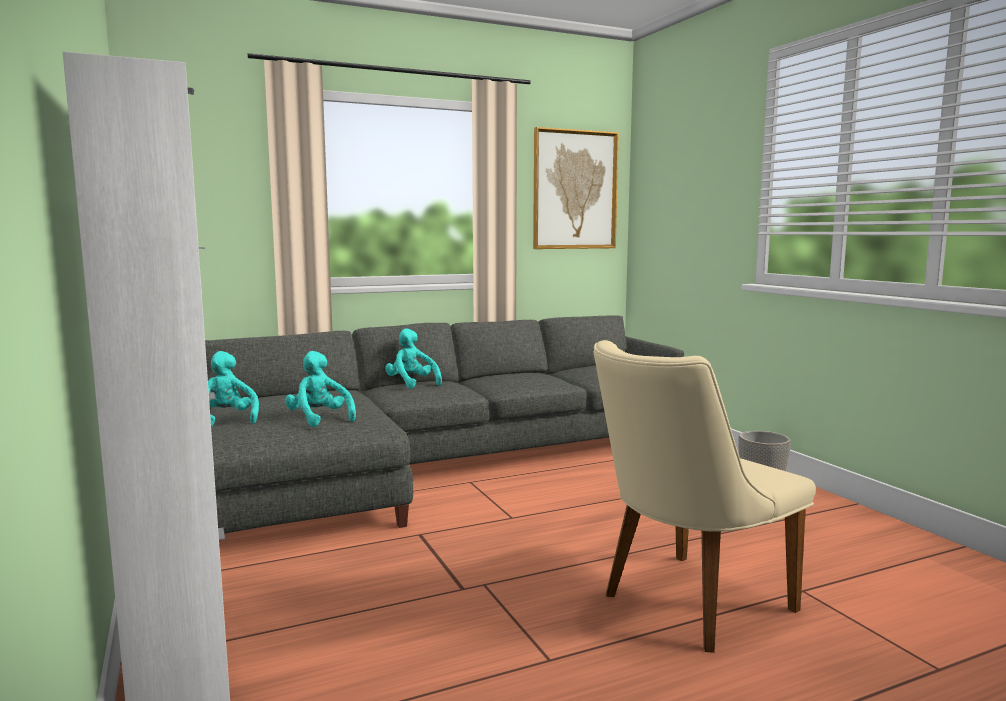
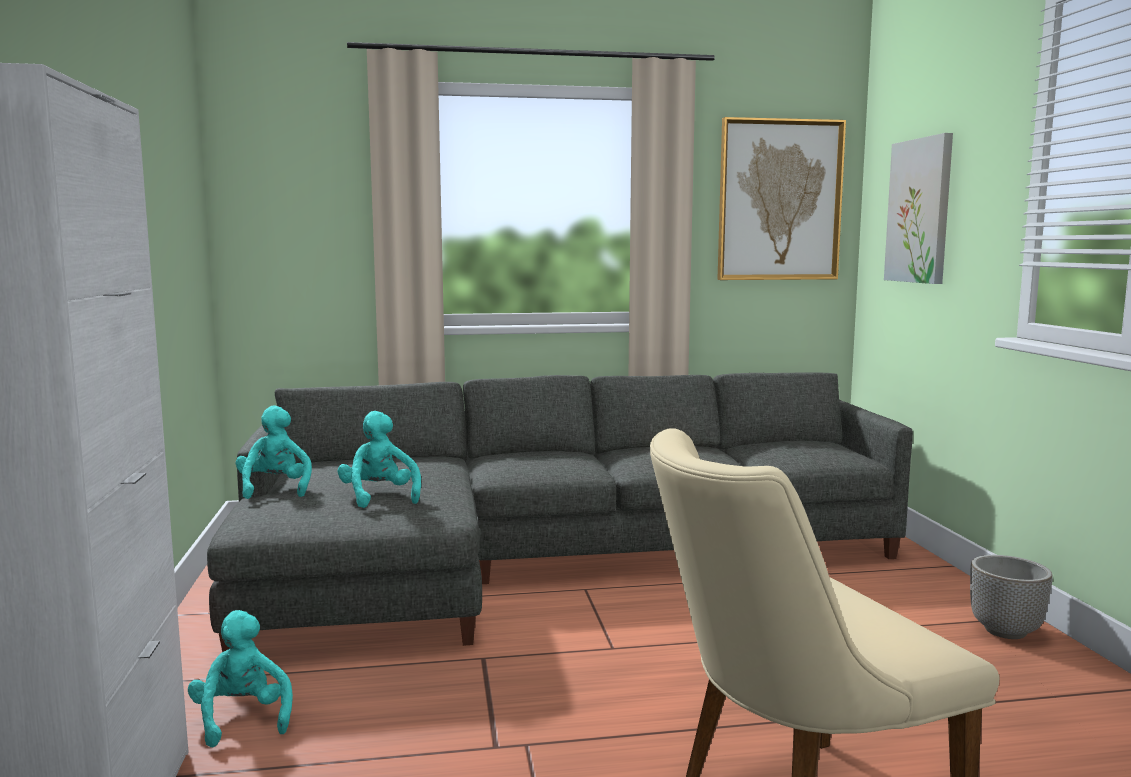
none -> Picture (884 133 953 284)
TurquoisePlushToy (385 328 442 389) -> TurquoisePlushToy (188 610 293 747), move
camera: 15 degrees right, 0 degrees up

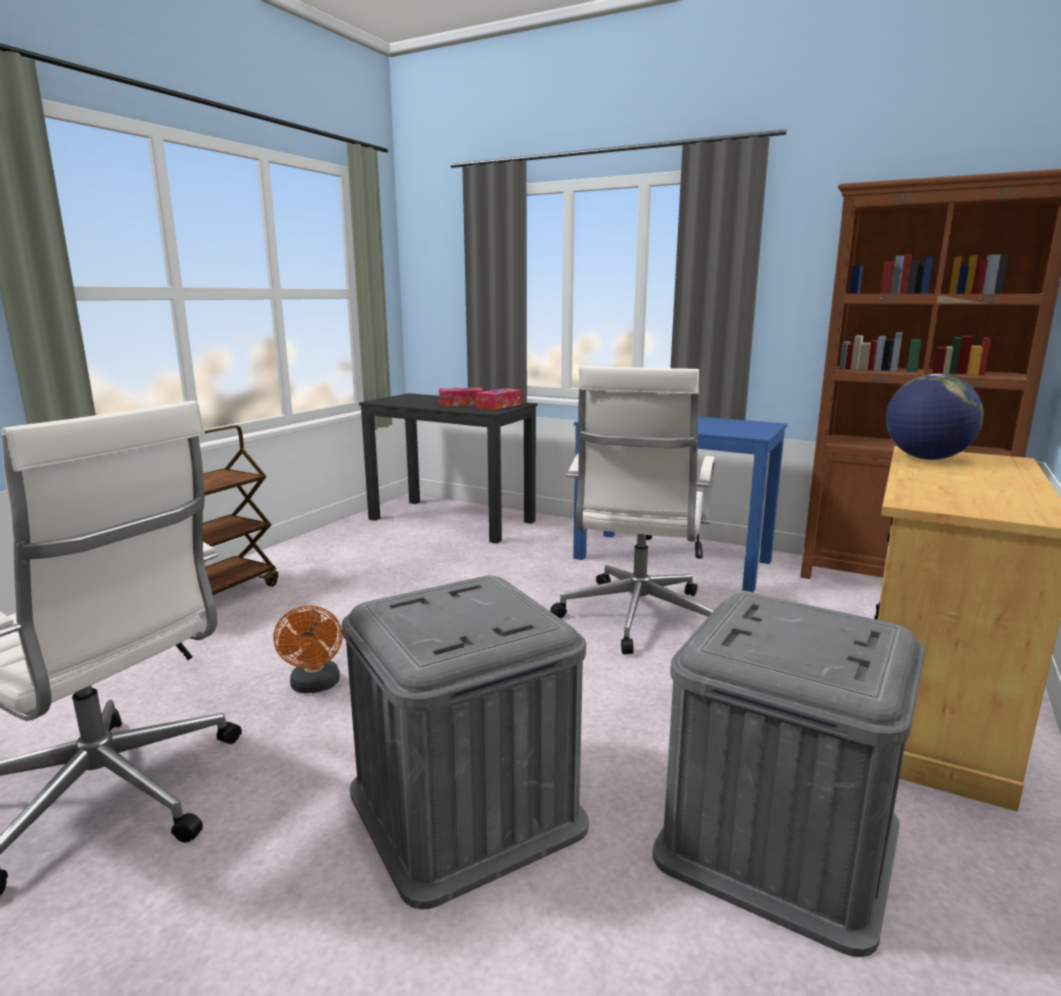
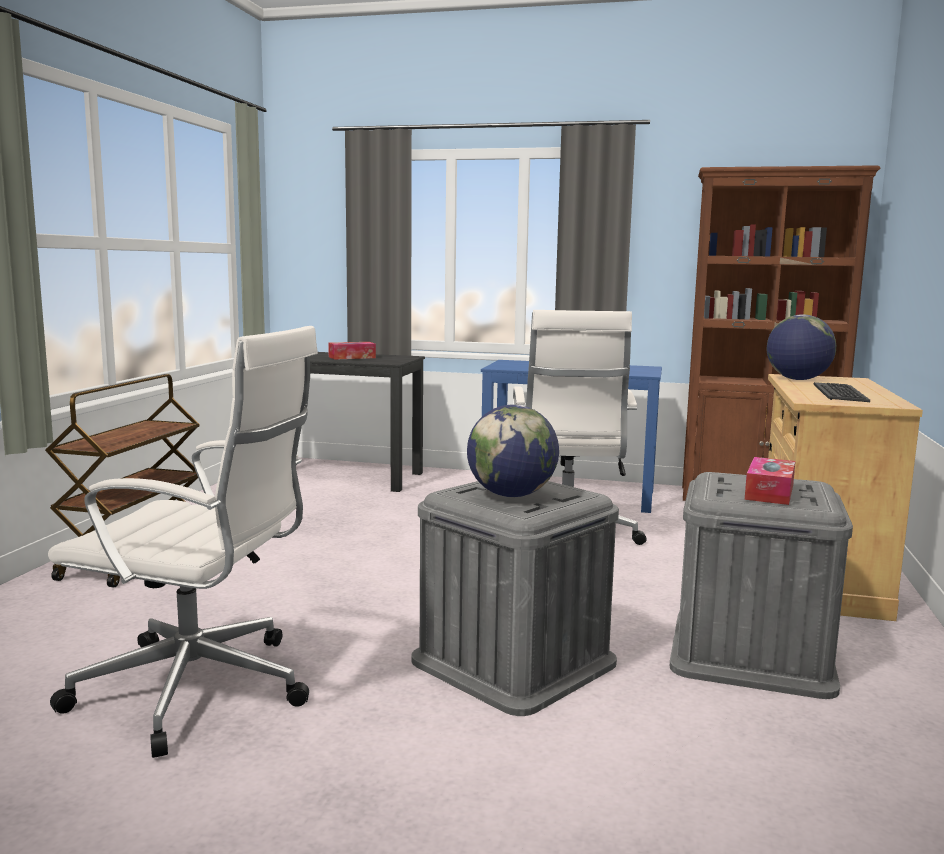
OrangeFan (273 606 343 693) -> none
none -> Globe (467 405 559 497)
none -> Keyboard (814 382 870 402)
TissueBox (476 388 522 410) -> TissueBox (745 457 795 505), move
camera: 15 degrees left, 5 degrees down

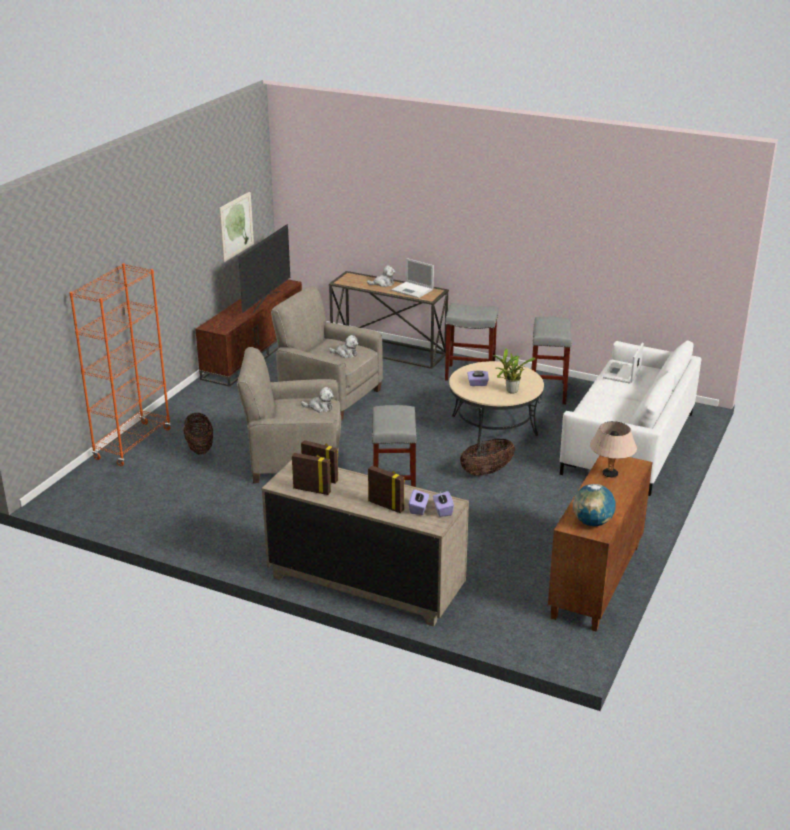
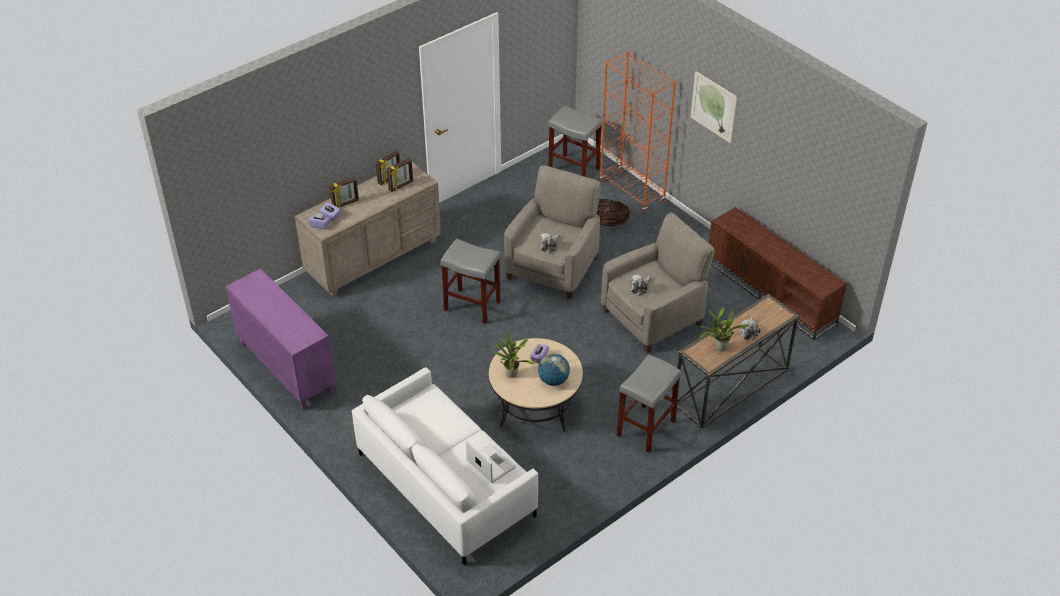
Television (238 224 290 313) -> none
Basket (460 439 515 476) -> none
BeigeTableLamp (590 421 637 477) -> none
Picture (219 192 254 262) -> Picture (691 71 737 143), move
GreyStool (531 316 571 405) -> GreyStool (548 105 602 177), move
Globe (573 484 616 526) -> Globe (538 354 570 386), move
Laptop (391 258 434 298) -> PottedPlant (699 308 750 351)
BrownCabinet (548 456 652 632) -> PurpleCabinet (225 269 336 410)
camera: 115 degrees right, 15 degrees up

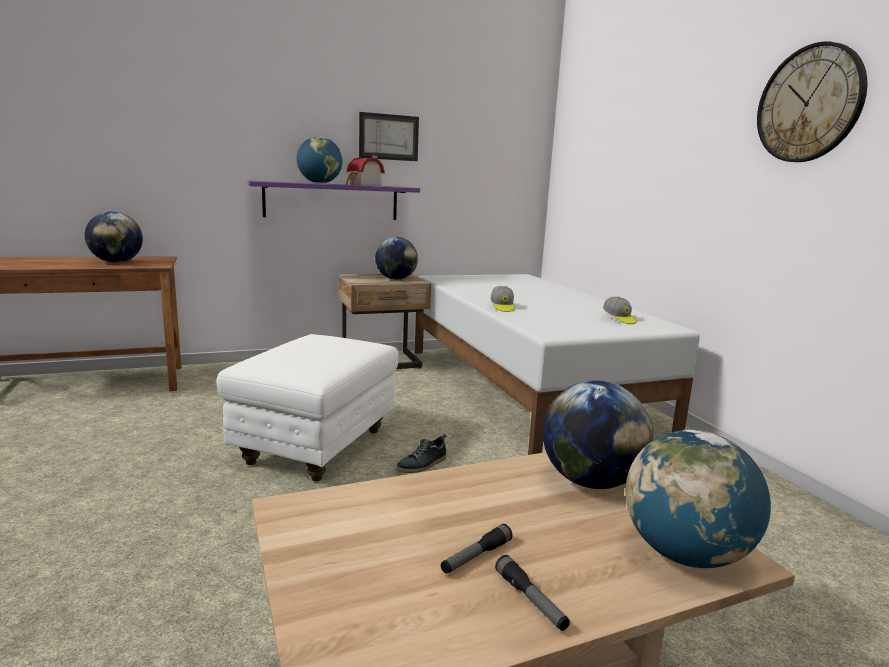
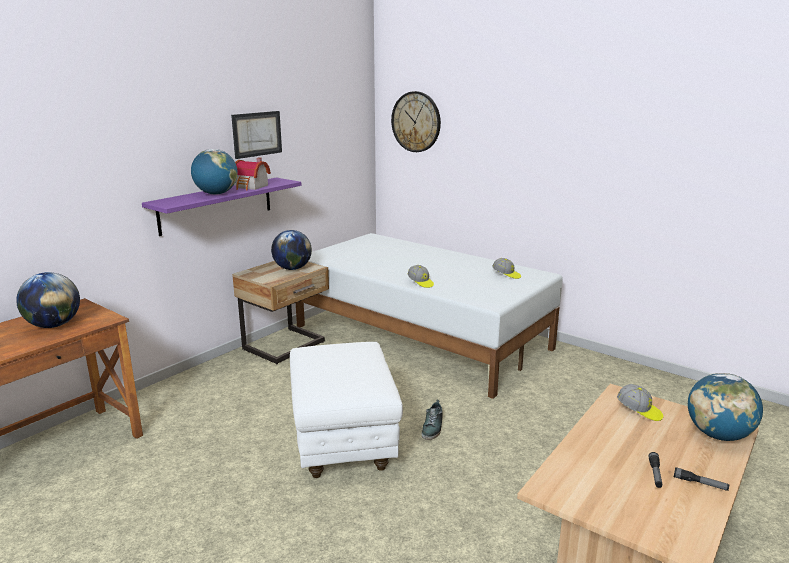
WallClock (757 42 867 162) -> WallClock (391 91 441 152), move
Globe (543 380 653 489) -> Cap (617 384 663 421)
camera: 30 degrees left, 5 degrees up

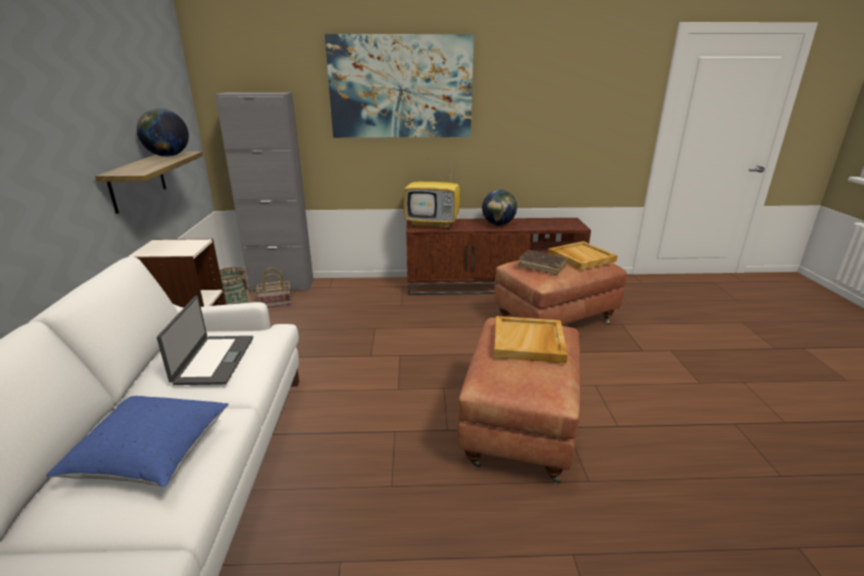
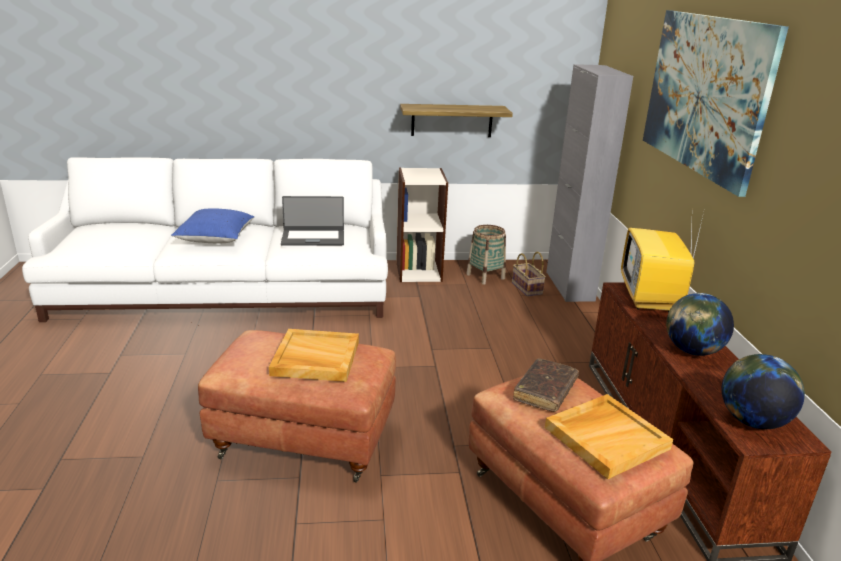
Globe (137 108 189 157) -> Globe (722 354 805 429), move
camera: 85 degrees right, 0 degrees up

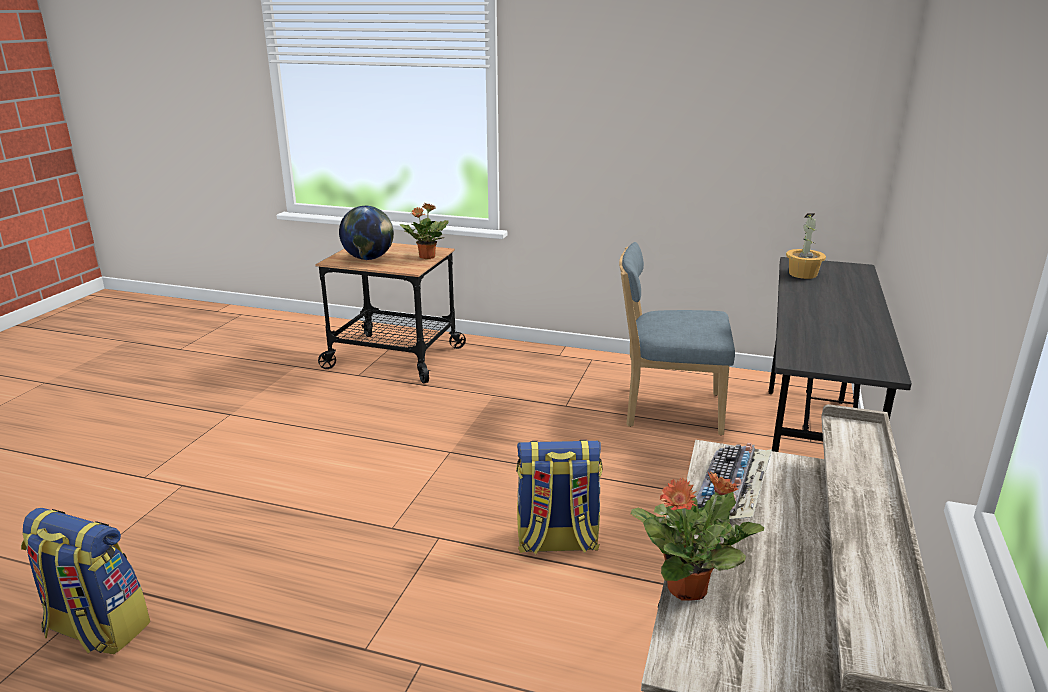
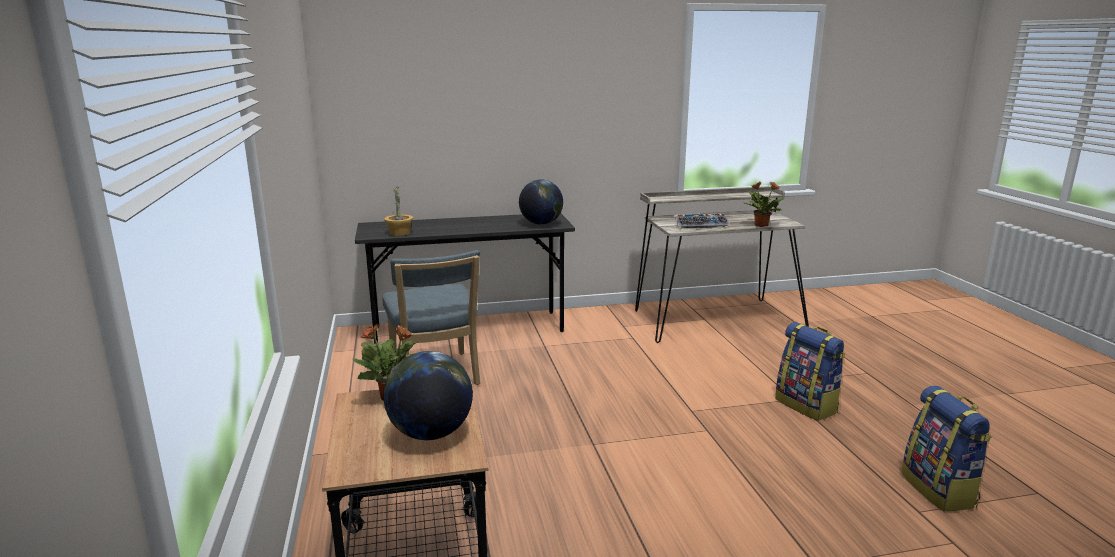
none -> Globe (519 179 563 225)
Backpack (516 440 603 554) -> Backpack (775 322 845 421), move
camera: 120 degrees left, 5 degrees down

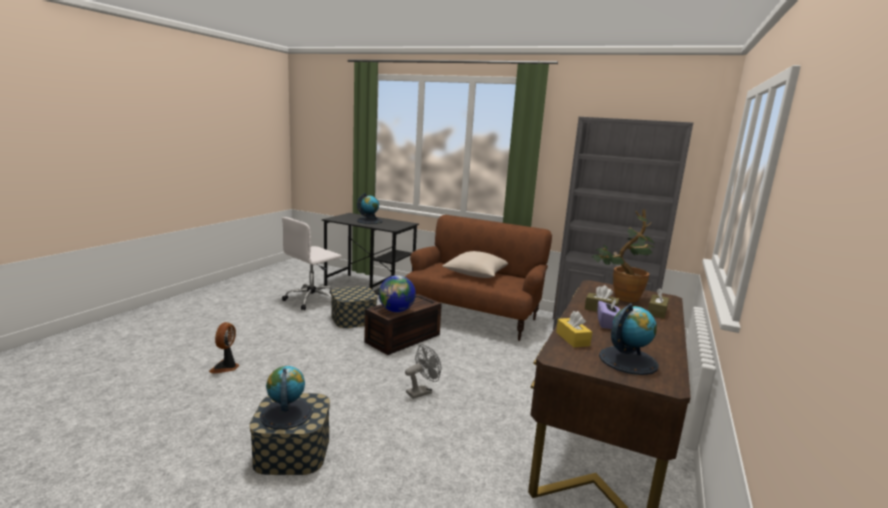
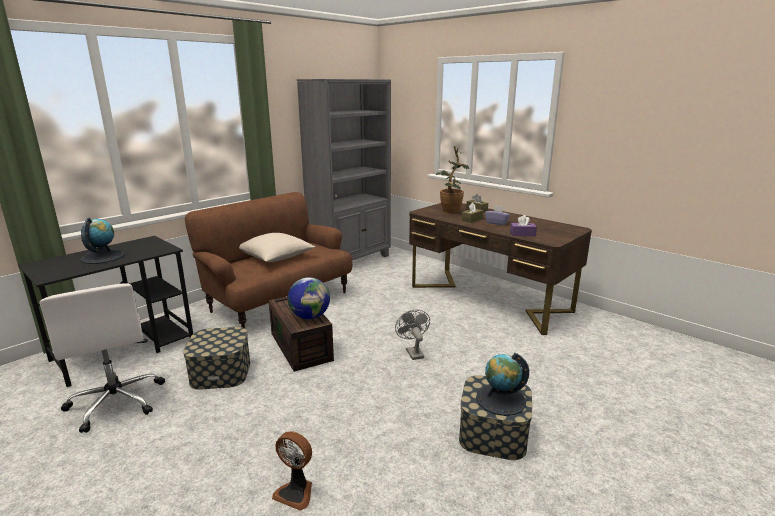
Globe (599 303 659 375) -> none
YellowTissueBox (556 311 592 347) -> PurpleTissueBox (510 215 537 236)
camera: 70 degrees left, 5 degrees up

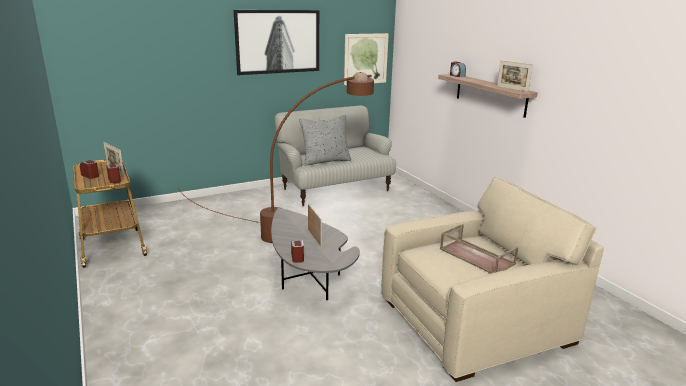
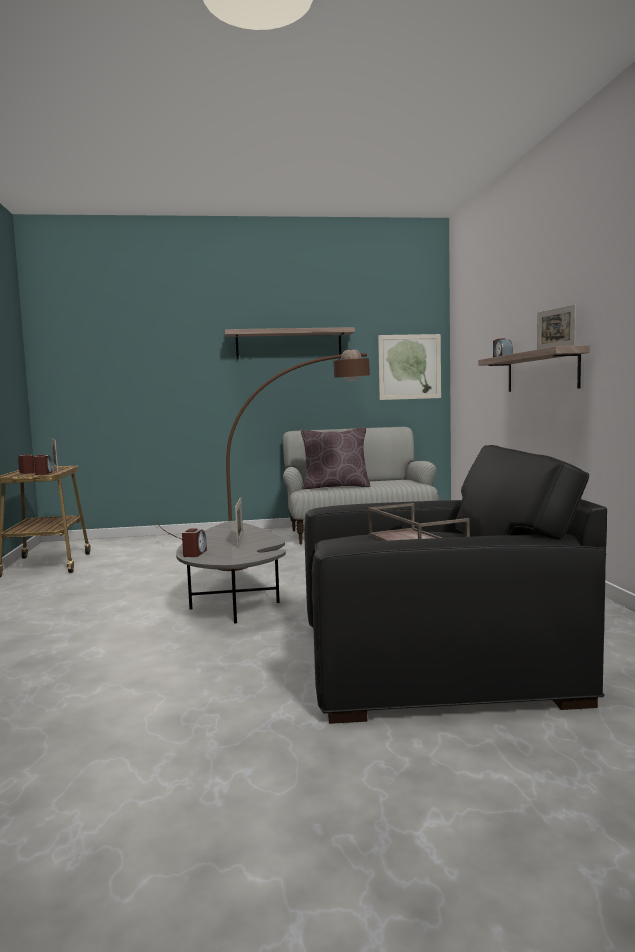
Picture (234 10 319 75) -> Shelf (225 327 355 359)
GreyPillow (299 115 351 166) -> BrownPillow (301 428 371 489)
BeigeArmchair (381 177 604 382) -> BlackArmchair (304 445 607 724)
camera: 20 degrees right, 15 degrees down

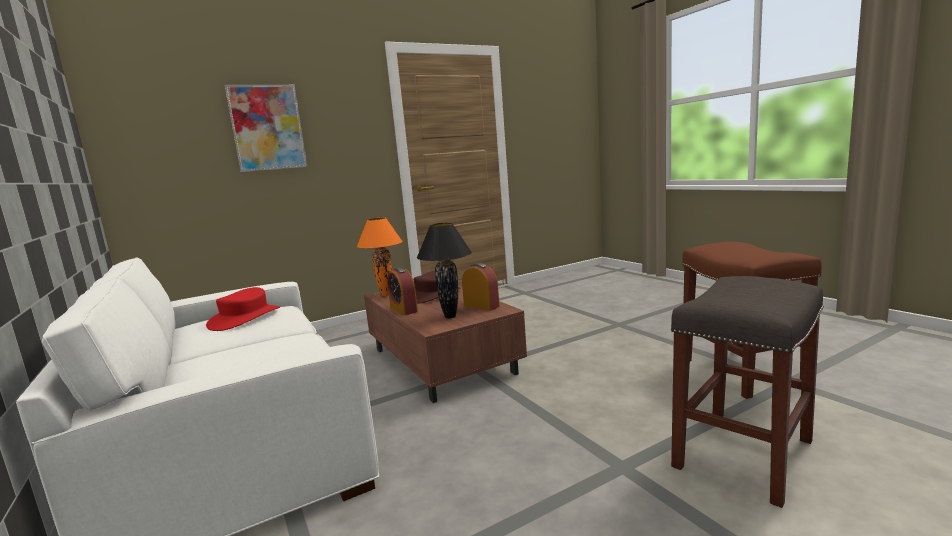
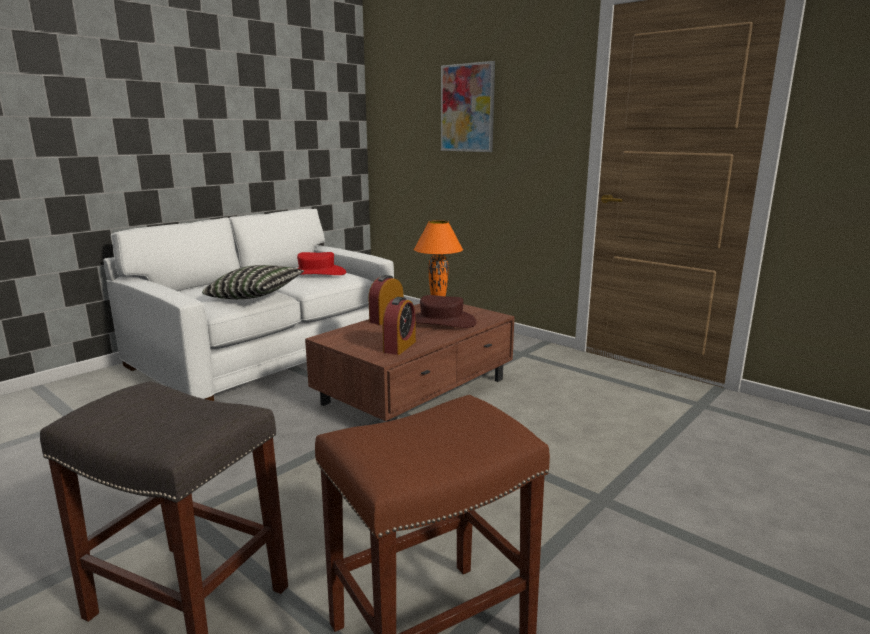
BlackTableLamp (417 223 472 318) -> none
none -> Pillow (202 265 304 299)
camera: 70 degrees right, 5 degrees up

